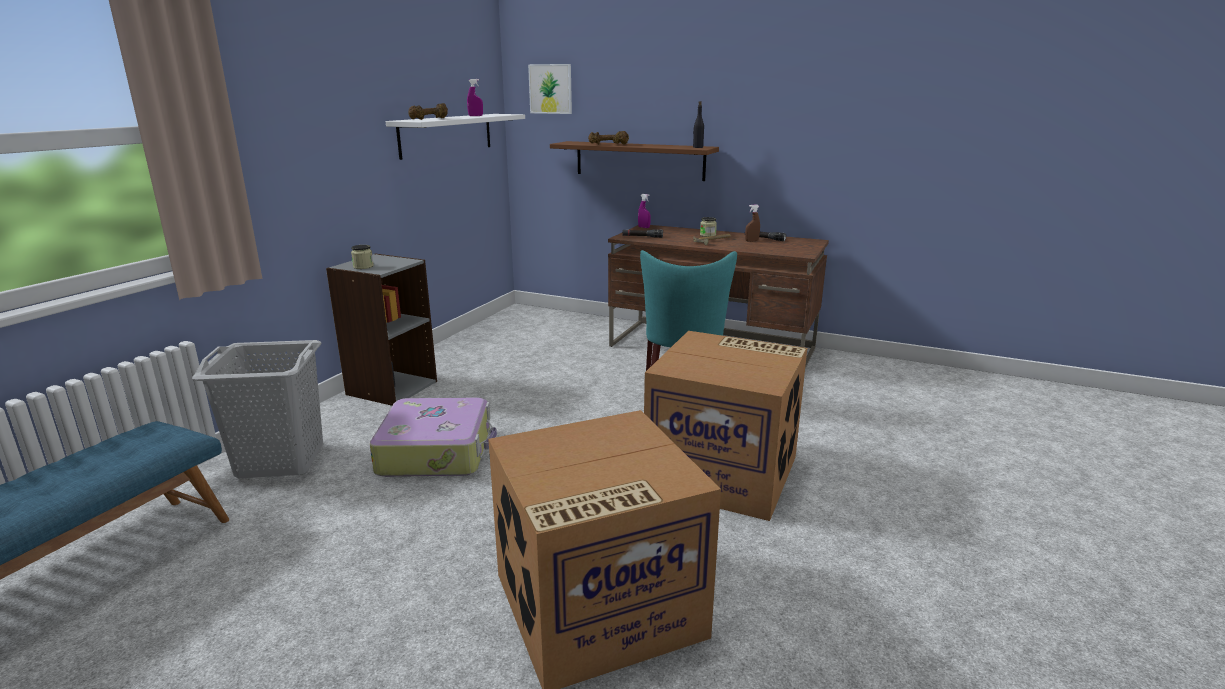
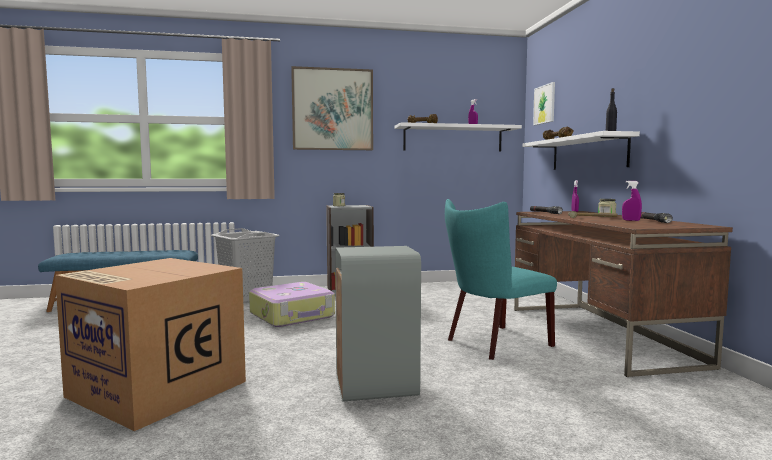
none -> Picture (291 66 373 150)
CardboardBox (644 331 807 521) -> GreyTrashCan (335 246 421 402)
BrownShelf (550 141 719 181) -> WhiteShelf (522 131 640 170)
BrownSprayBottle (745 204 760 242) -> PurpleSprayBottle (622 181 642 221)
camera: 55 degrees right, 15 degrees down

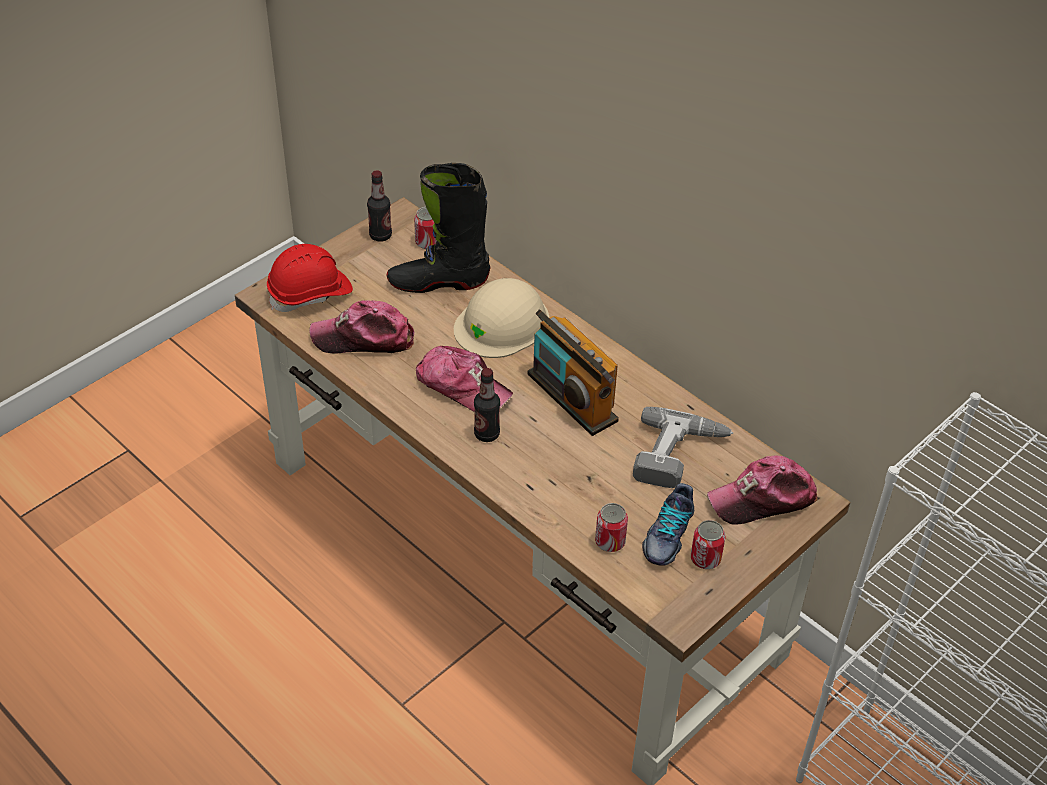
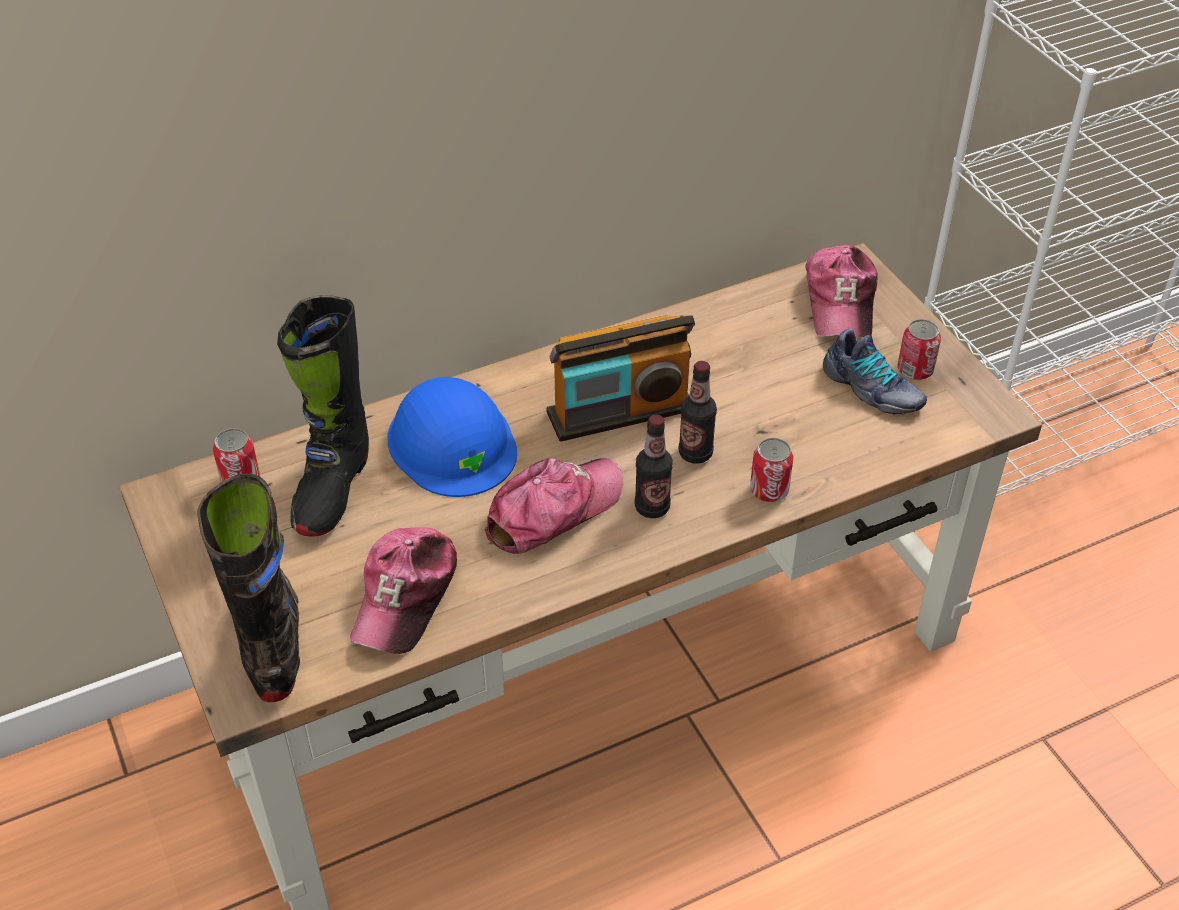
PowerDrill (633 407 733 488) -> none
Bottle (367 170 392 242) -> Bottle (679 361 717 464), move
Can (595 503 628 552) -> Can (750 438 794 502), move
RedHardHat (267 244 353 312) -> BlackBoot (198 473 300 702)
BeigeHardHat (454 278 549 358) -> BlueHardHat (387 377 517 497)
camera: 70 degrees left, 0 degrees up

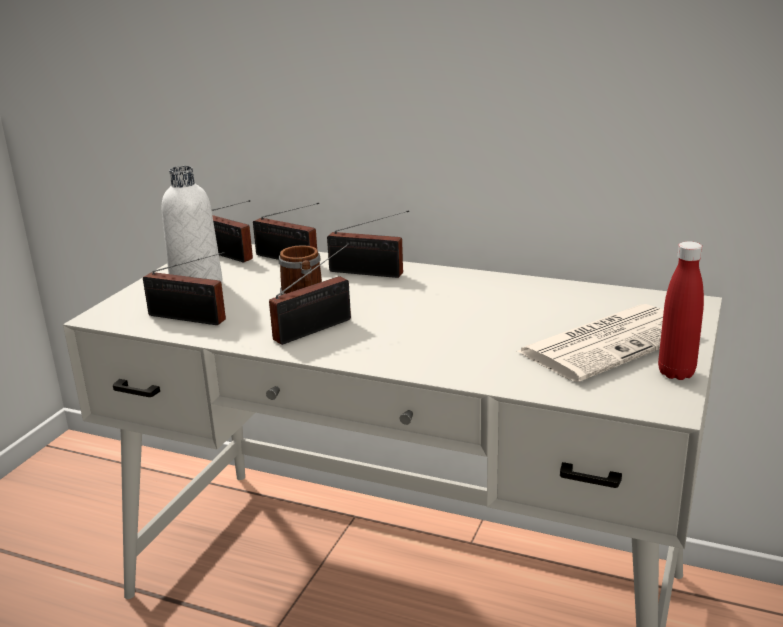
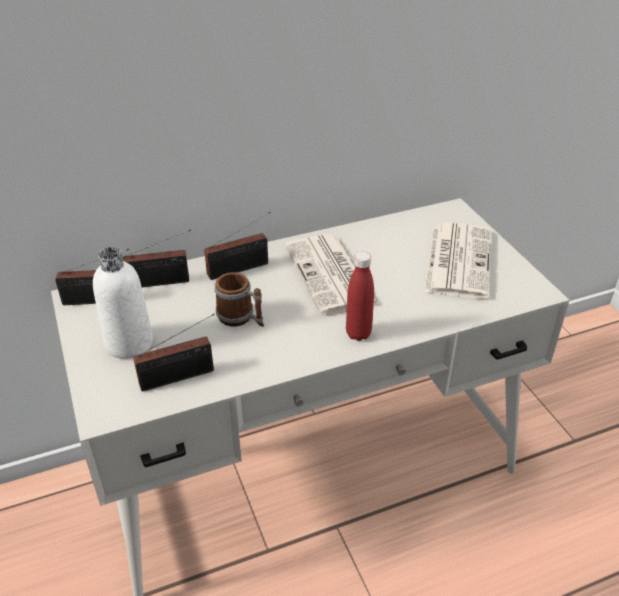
Radio (269 243 351 345) -> none
none -> Newspaper (285 234 381 315)
RedBottle (658 241 704 380) -> RedBottle (346 252 374 341), move
camera: 45 degrees left, 15 degrees up

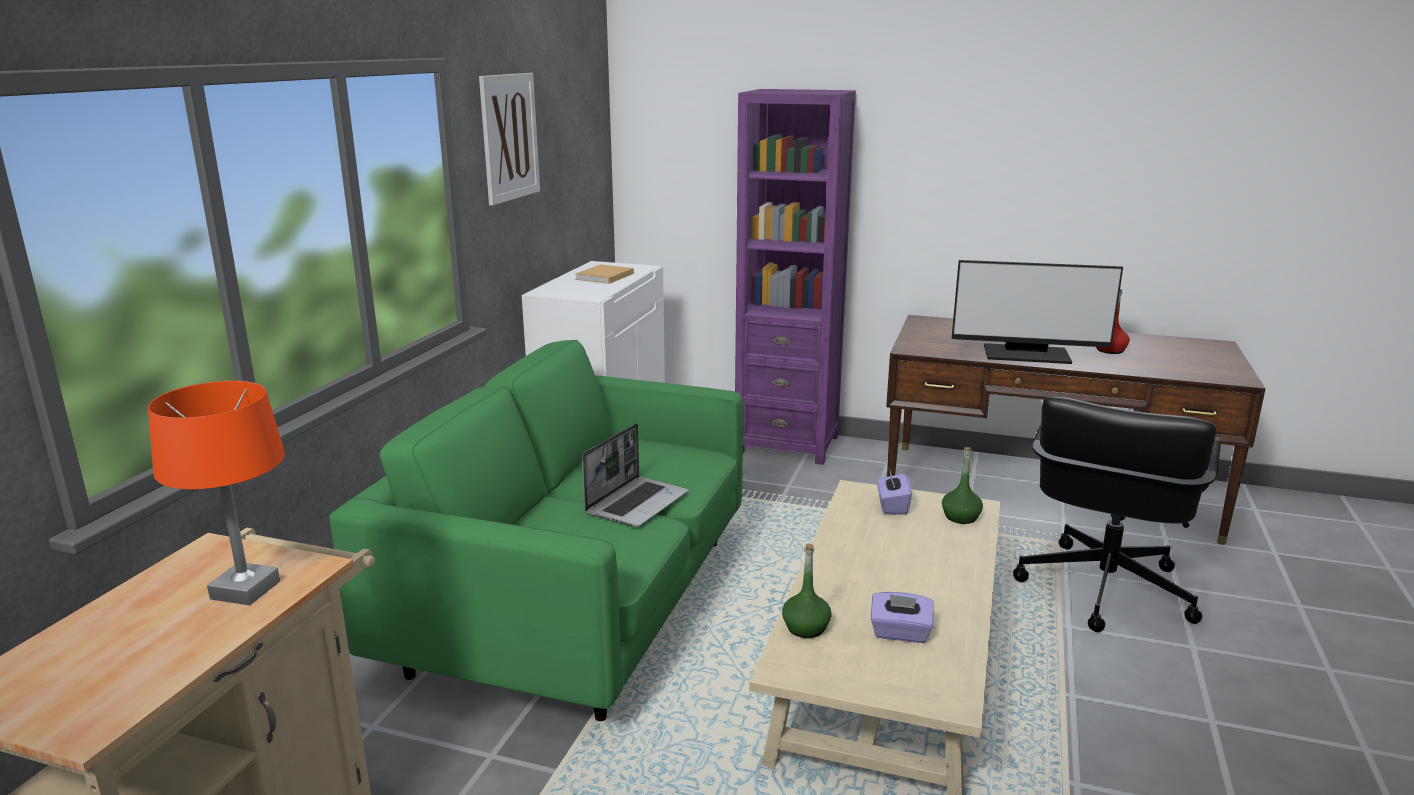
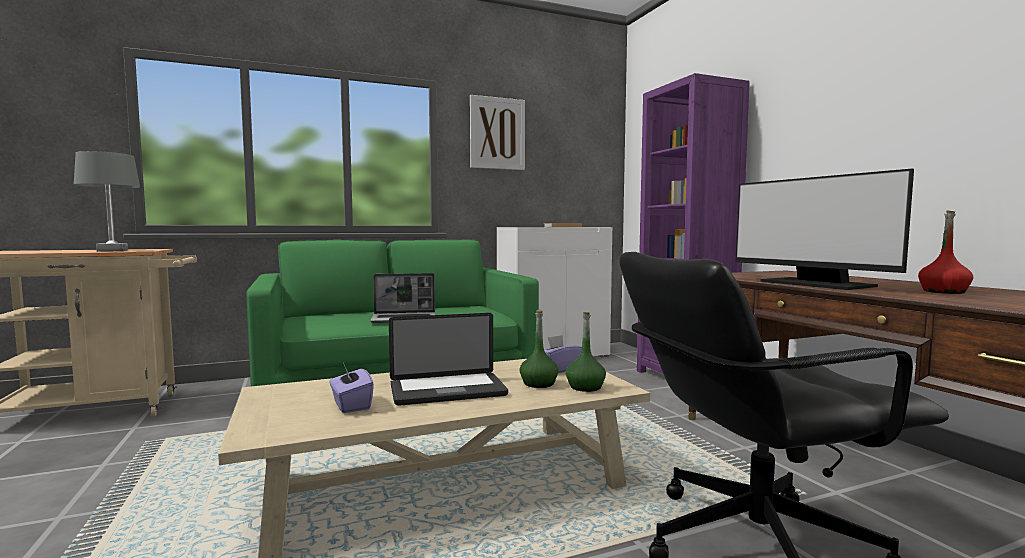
none -> Laptop (389 313 508 406)
GreenBottle (782 543 832 638) -> GreenBottle (519 310 559 388), move
OrangeTableLamp (148 381 285 605) -> GreyTableLamp (74 151 140 252)
camera: 50 degrees right, 15 degrees down

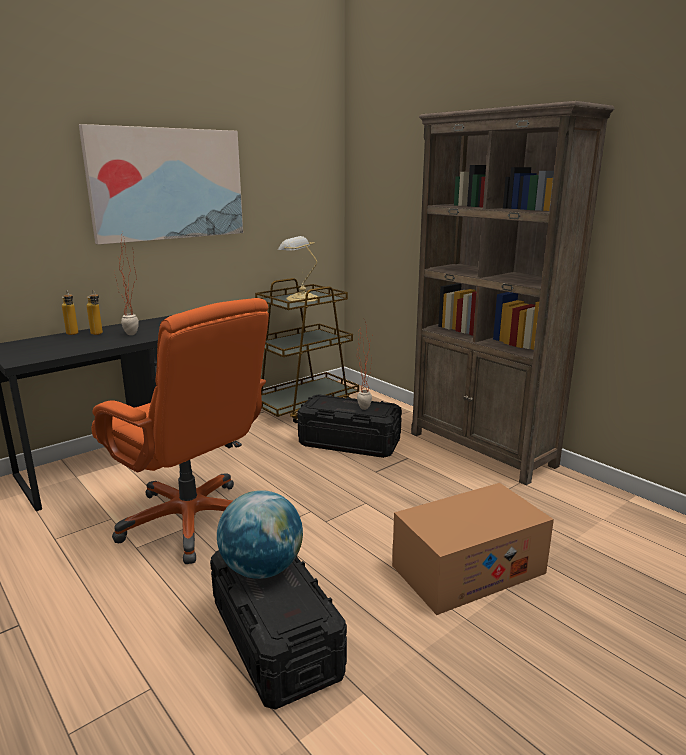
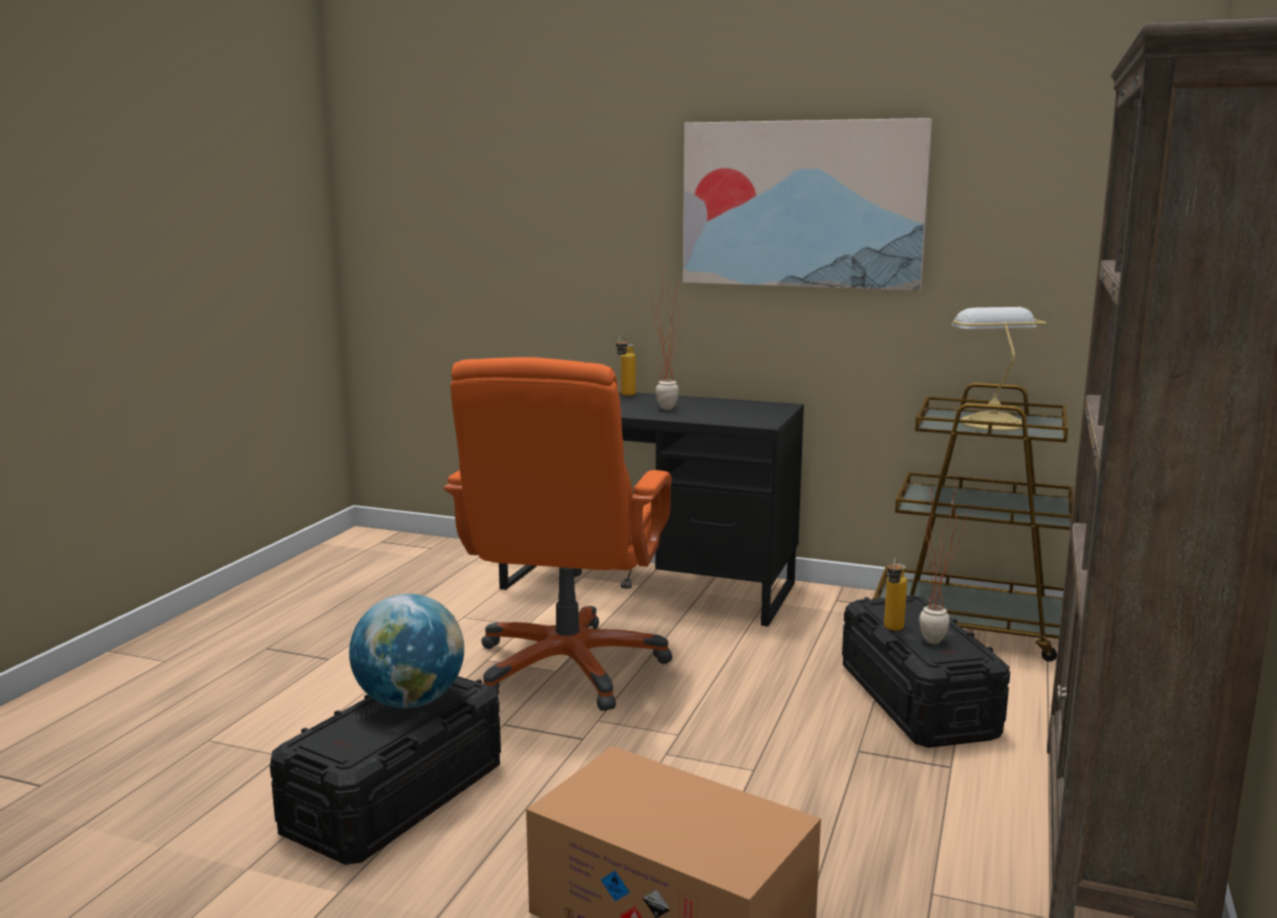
Bottle (87 290 103 335) -> Bottle (884 558 907 631), move
camera: 60 degrees right, 5 degrees down

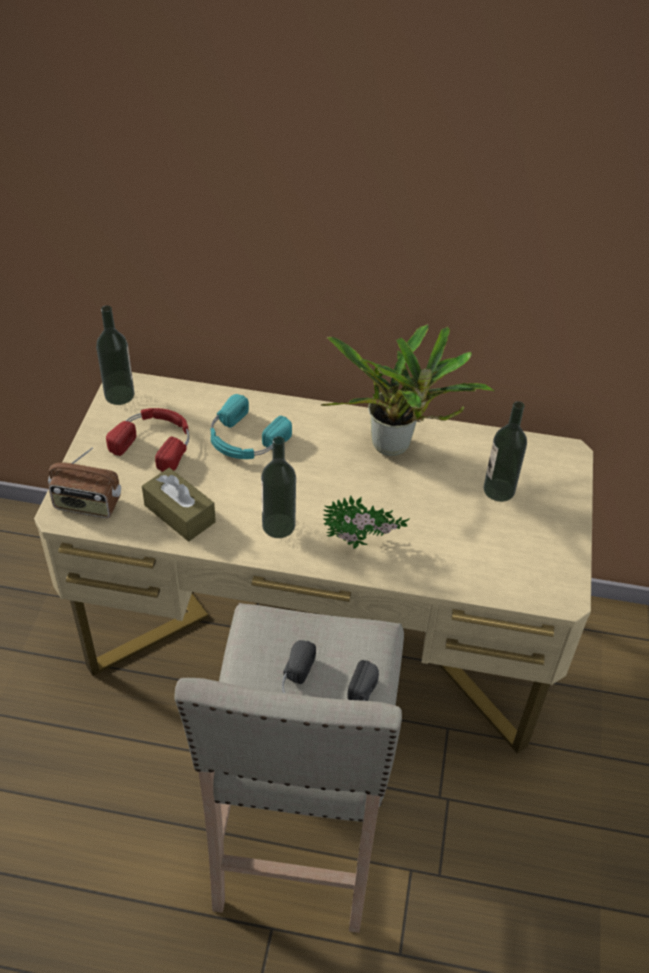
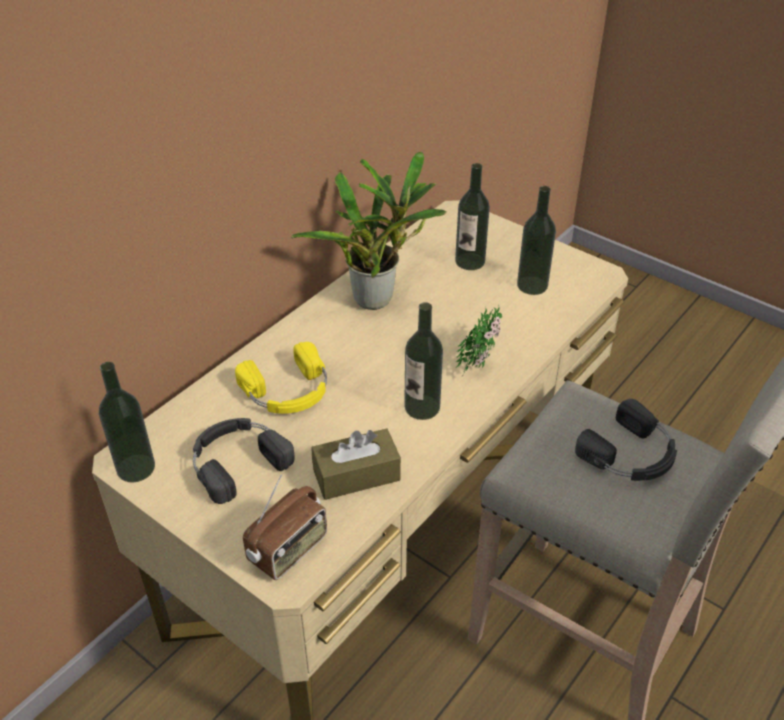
none -> Bottle (517 186 556 295)
RedHeadphones (106 408 189 472) -> BlackHeadphones (193 418 295 504)
TurquoiseHeadphones (210 394 292 459) -> YellowHeadphones (235 342 327 414)
camera: 60 degrees left, 5 degrees down

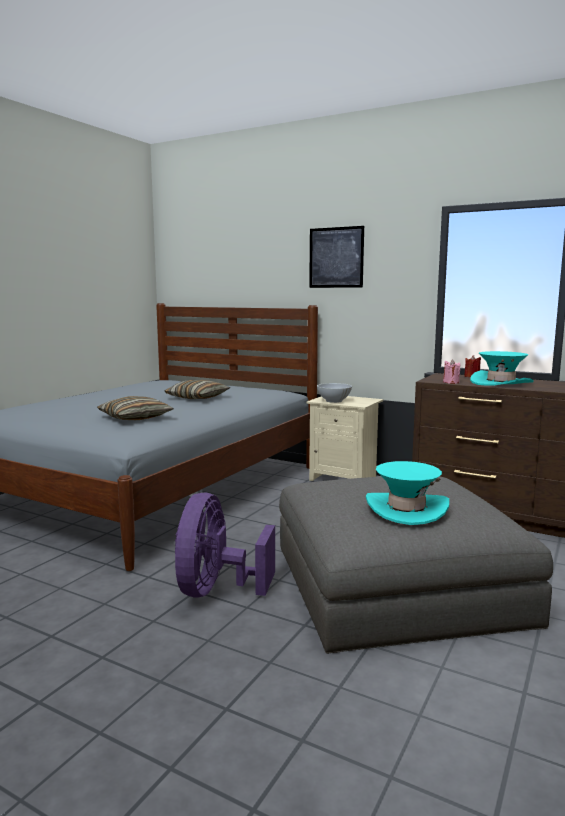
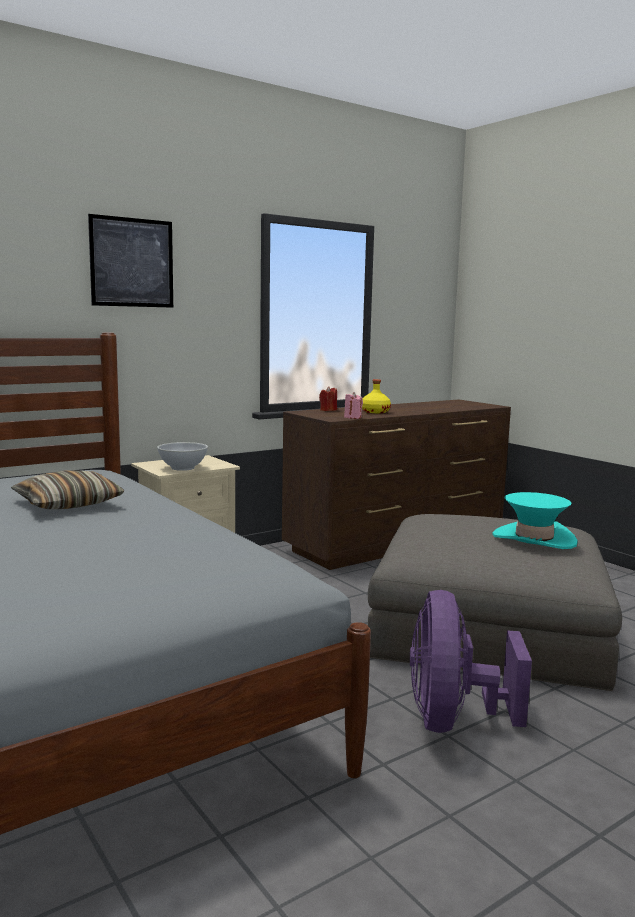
Pillow (97 396 174 420) -> none
TurquoiseHat (470 351 534 385) -> YellowBottle (362 379 391 413)
PurpleFan (175 492 275 598) -> PurpleFan (410 590 532 733), 60 degrees clockwise
camera: 65 degrees left, 0 degrees up

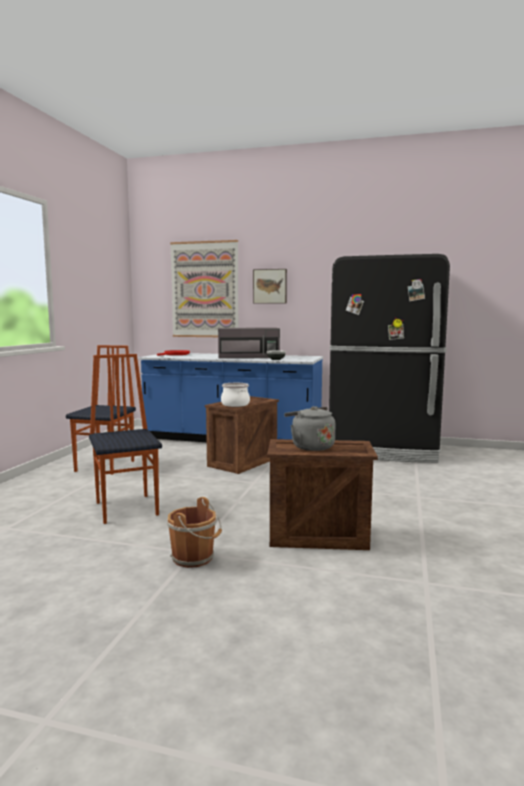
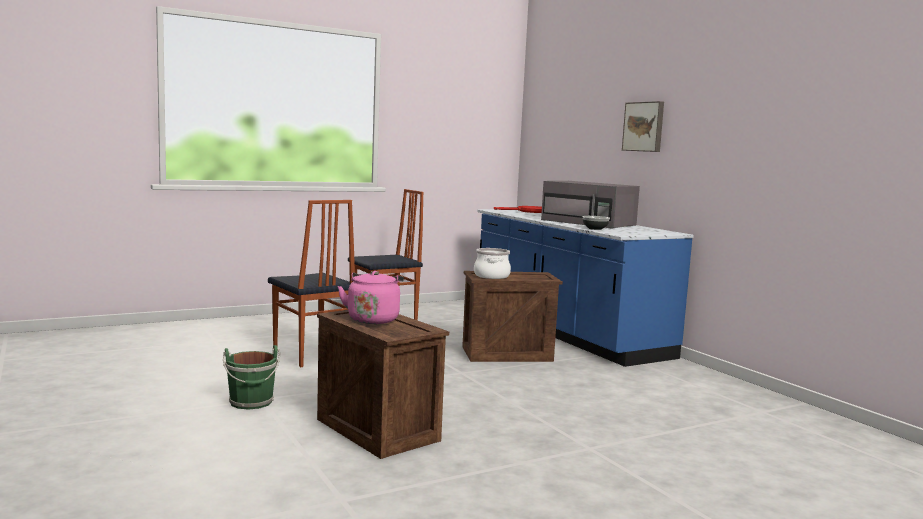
Picture (170 240 239 337) -> none
BlackFridge (329 254 450 463) -> none
BrownBucket (167 497 222 568) -> GreenBucket (223 345 281 410)
GreyKettle (284 406 335 451) -> PinkKettle (338 271 404 324)
Chair (89 354 162 524) -> Chair (268 200 355 367), 120 degrees clockwise
camera: 45 degrees right, 0 degrees up

